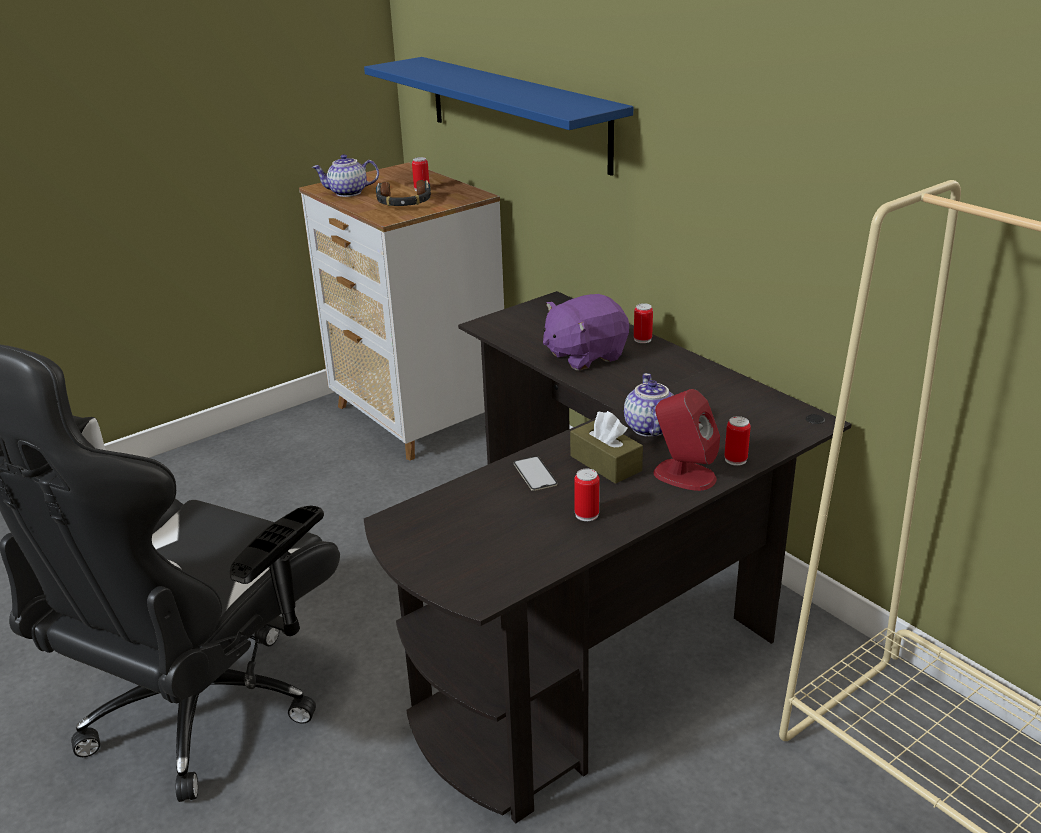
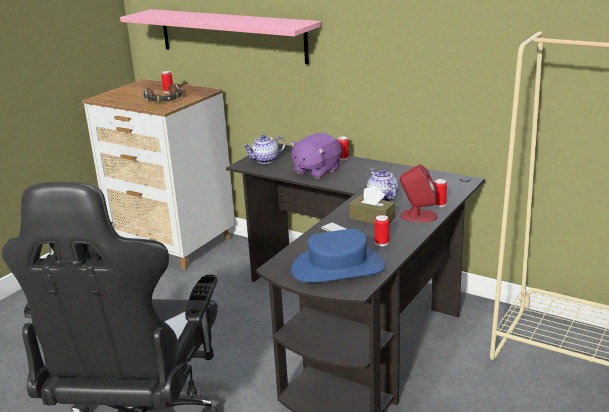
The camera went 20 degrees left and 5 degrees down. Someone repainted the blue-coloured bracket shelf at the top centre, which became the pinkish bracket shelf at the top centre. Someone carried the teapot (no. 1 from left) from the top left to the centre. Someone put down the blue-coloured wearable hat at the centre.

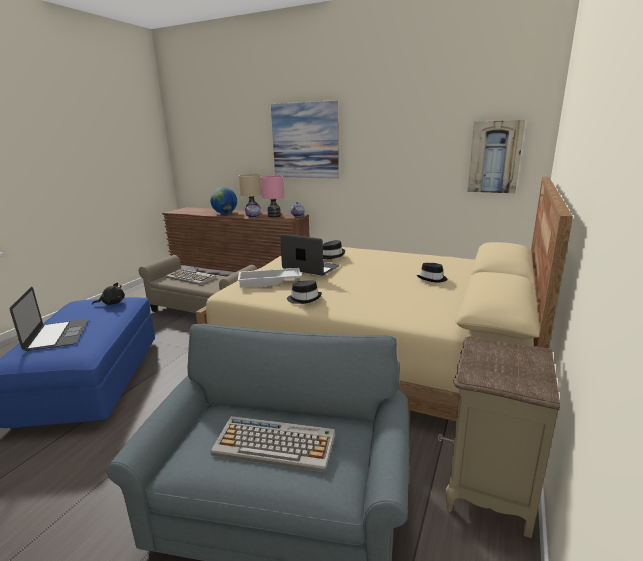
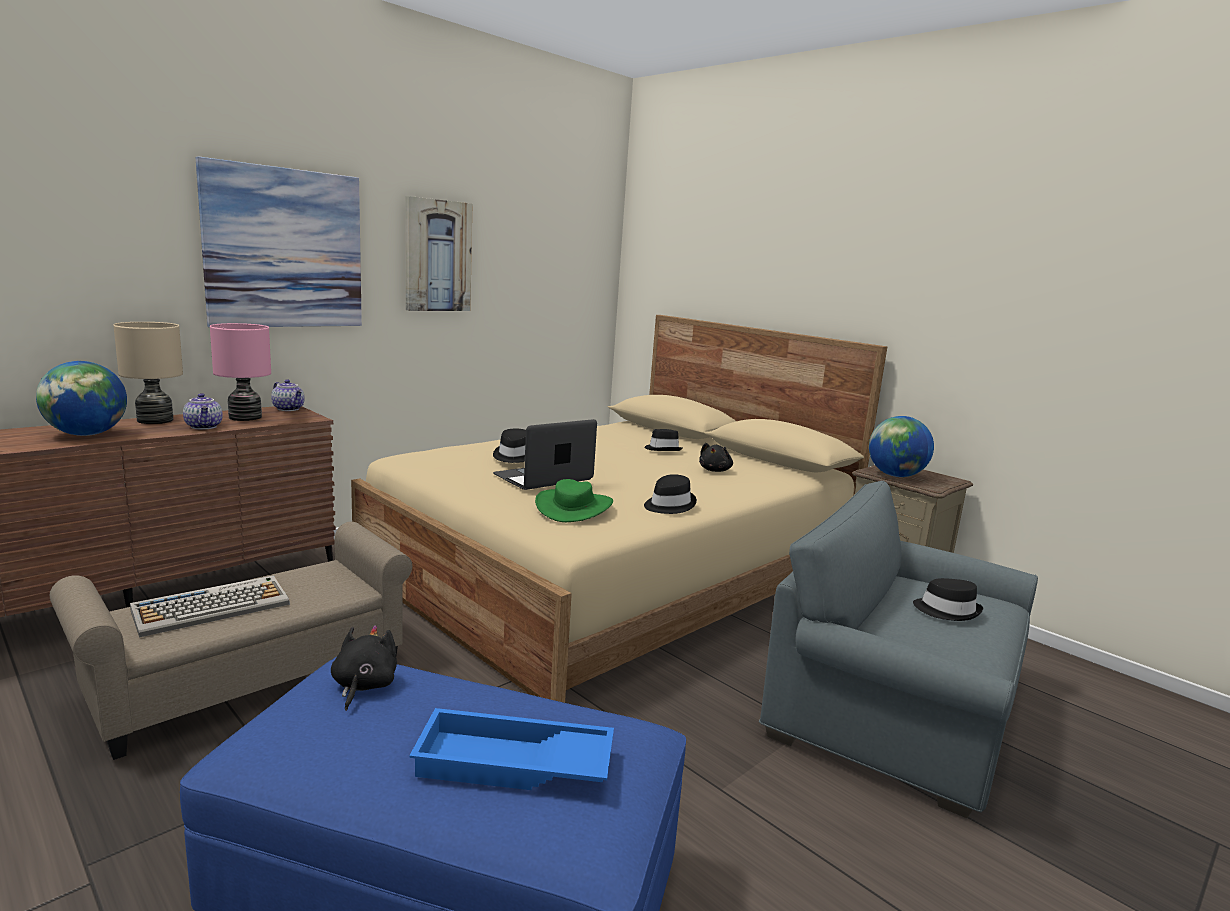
The camera went 70 degrees left and 5 degrees down. Someone carried the picture (no. 2 from left) from the top right to the top centre. Someone swapped the portable computer (no. 1 from left) at the middle left for the blue-coloured carrying tray at the bottom centre. Someone swapped the whitish carrying tray at the centre for the green wearable hat at the centre. Someone put down the blackish cuddly toy (no. 2 from left) at the centre. Someone put down the desk globe (no. 2 from left) at the middle right. Someone swapped the computer keyboard (no. 2 from left) at the bottom centre for the blackish wearable hat (no. 4 from left) at the middle right.

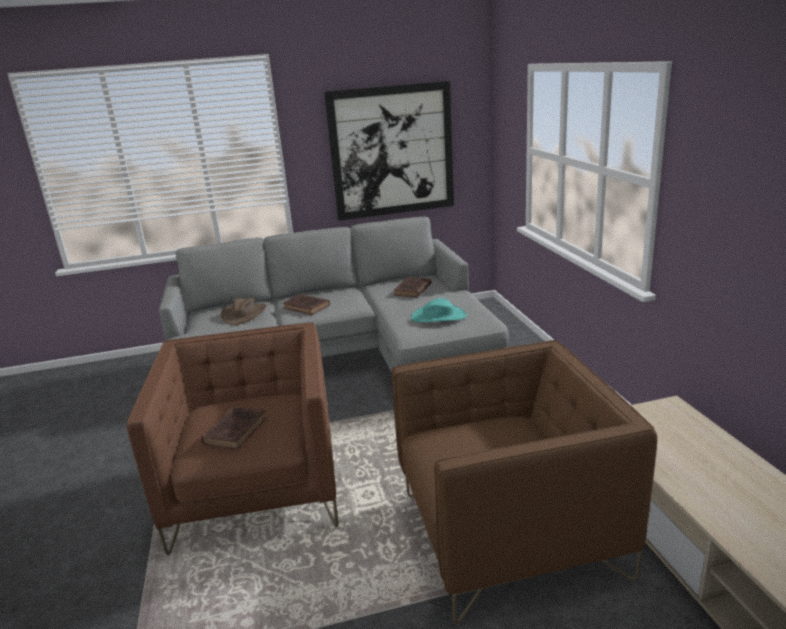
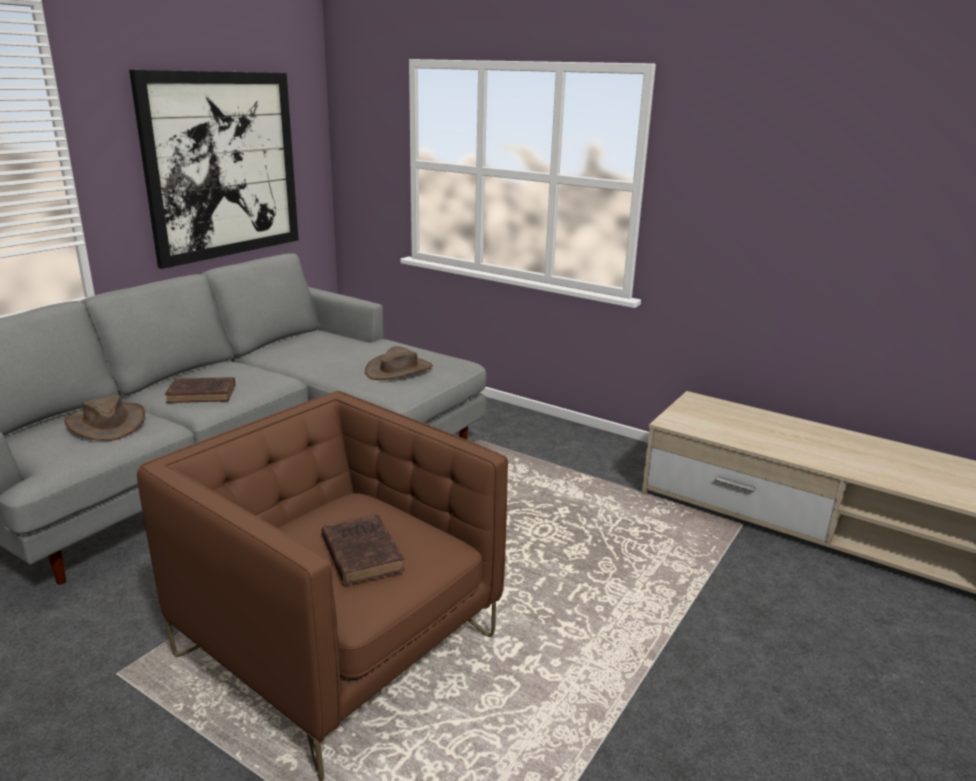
The camera went 45 degrees left and 0 degrees up. Someone repainted the turquoise-coloured wearable hat at the centre, which became the brown-coloured wearable hat (no. 2 from left) at the centre. Someone took away the brown-coloured easy chair (no. 2 from left) at the bottom right. Someone took away the brown-coloured book (no. 3 from left) at the centre.

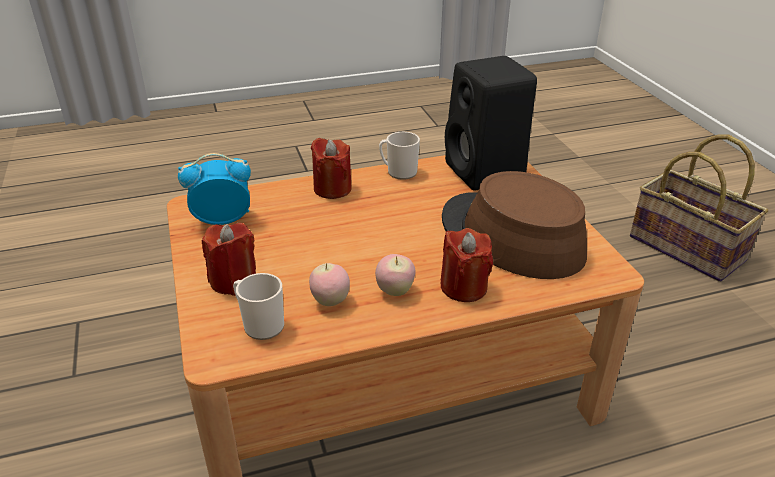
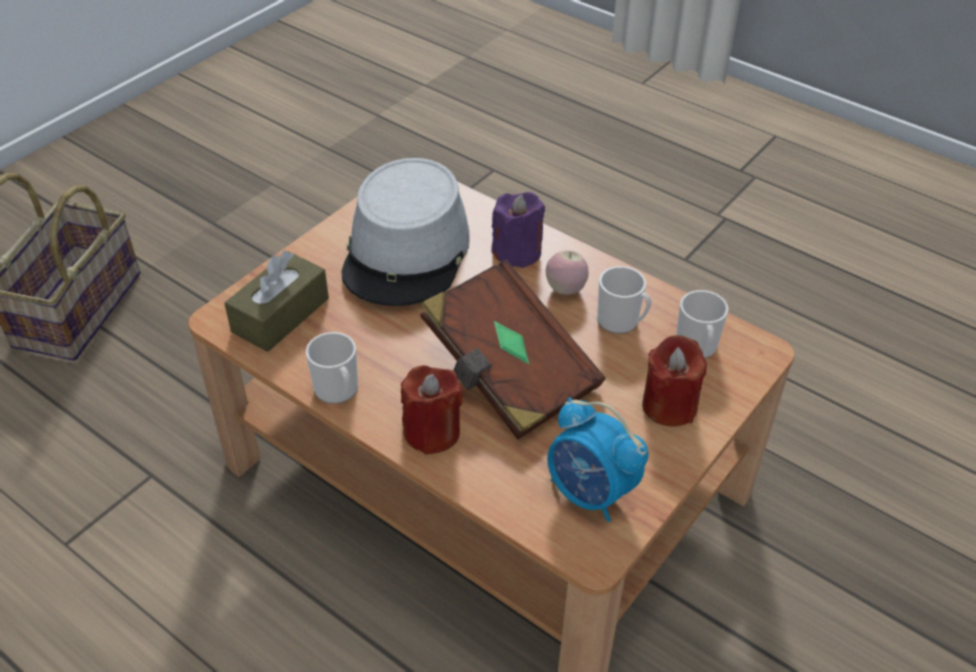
The camera went 125 degrees left and 10 degrees up. Someone swapped the blackish loudspeaker at the top centre for the brown-coloured tissue box at the middle left. Someone repainted the brown-coloured wearable hat at the centre, which became the grey wearable hat at the centre. Someone put down the brown-coloured book at the centre. Someone repainted the red wax candle (no. 3 from left) at the centre, which became the purplish wax candle at the centre. Someone swapped the apple (no. 1 from left) at the centre for the coffee mug (no. 2 from left) at the centre.

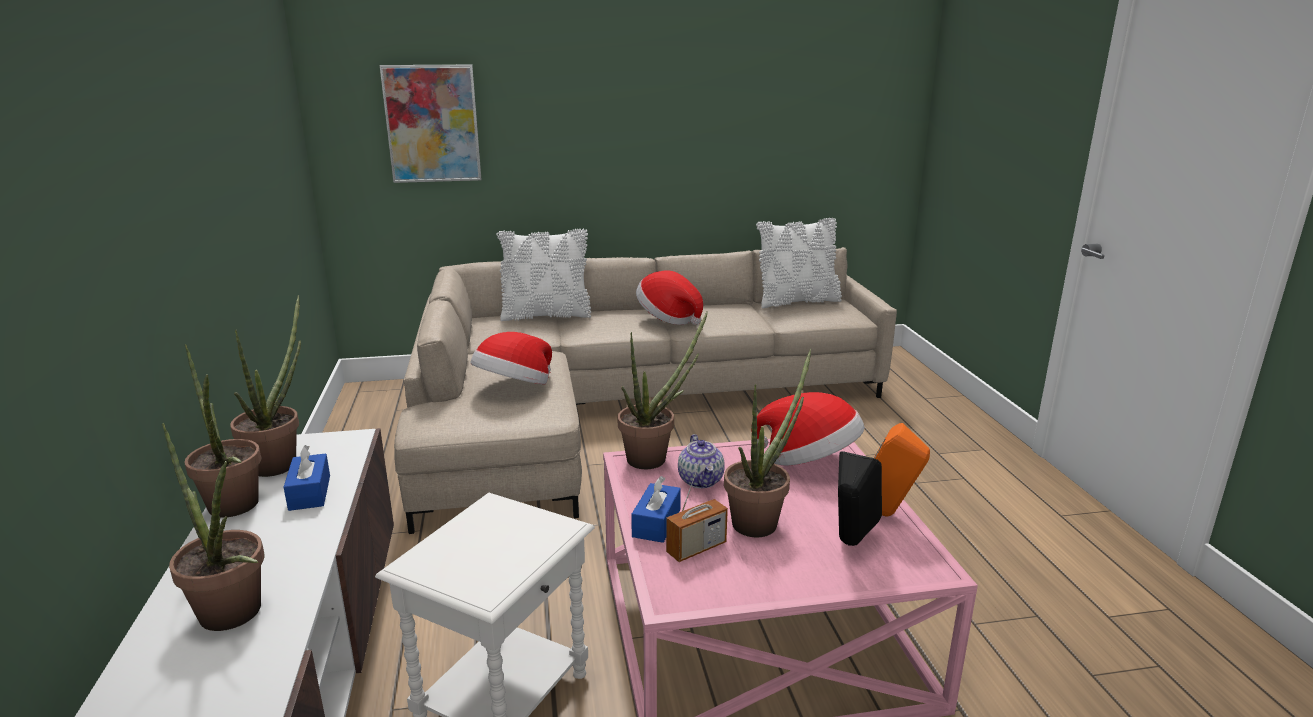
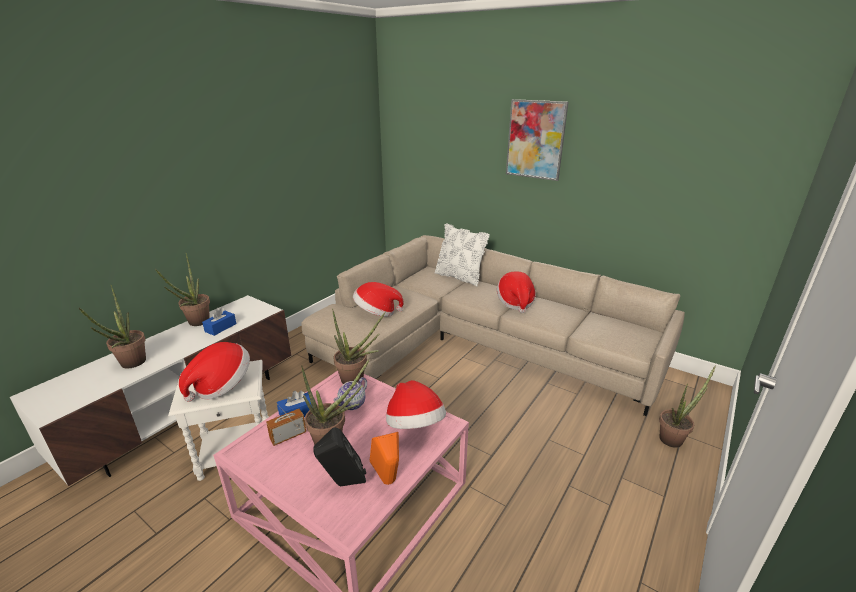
The camera went 45 degrees right and 5 degrees up. Someone put down the wearable hat (no. 1 from left) at the middle left. Someone rotated the radio at the bottom centre by 135 degrees clockwise. Someone carried the picture from the top left to the top centre. Someone carried the houseplant (no. 3 from left in the first image) from the middle left to the bottom right. Someone took away the whitish pillow (no. 2 from left) at the centre.

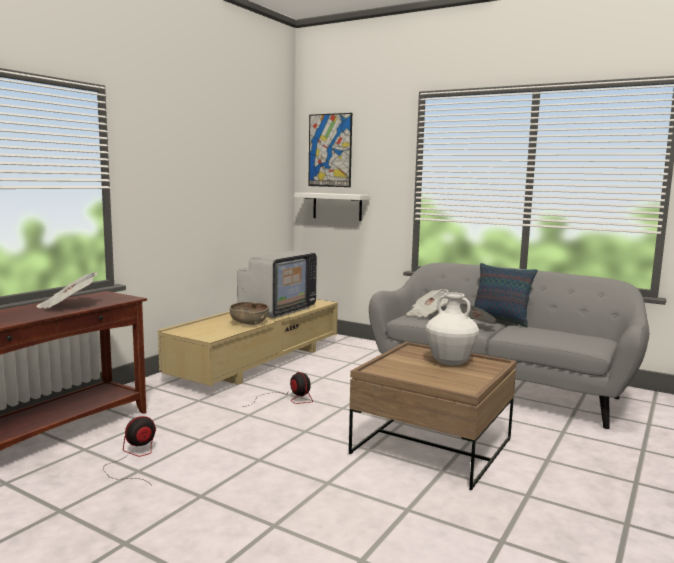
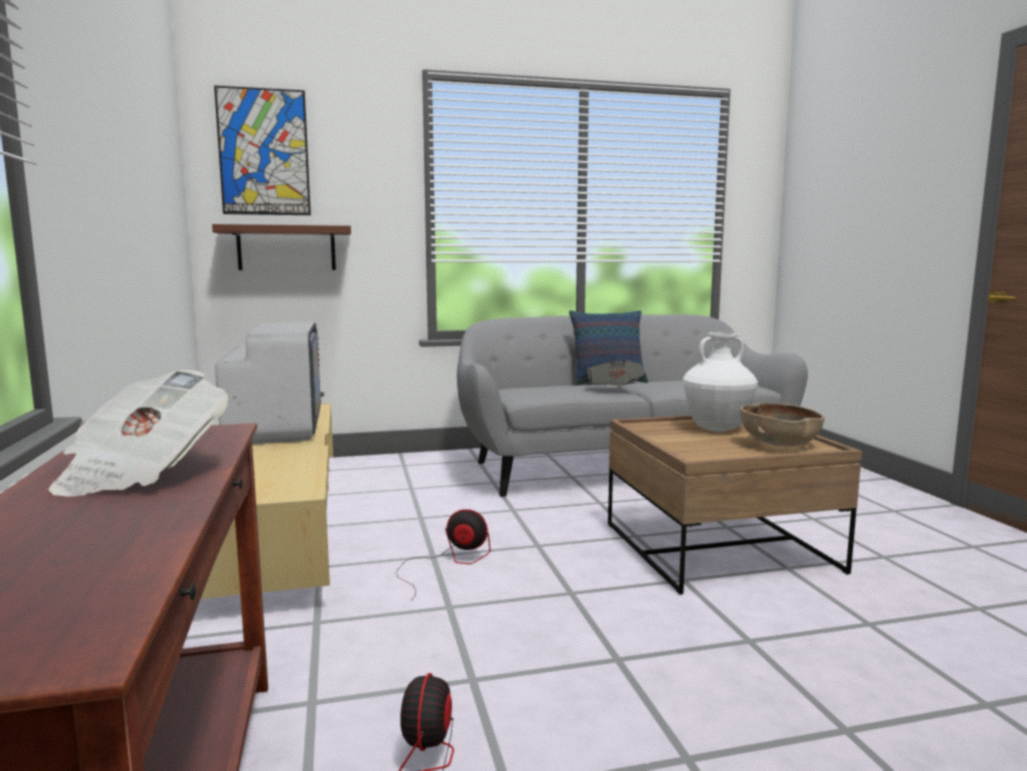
The camera went 45 degrees left and 0 degrees up. Someone repainted the whitish bracket shelf at the centre, which became the brown-coloured bracket shelf at the top left. Someone carried the brown-coloured serving bowl from the centre to the middle right. Someone took away the daily paper (no. 2 from left) at the centre.

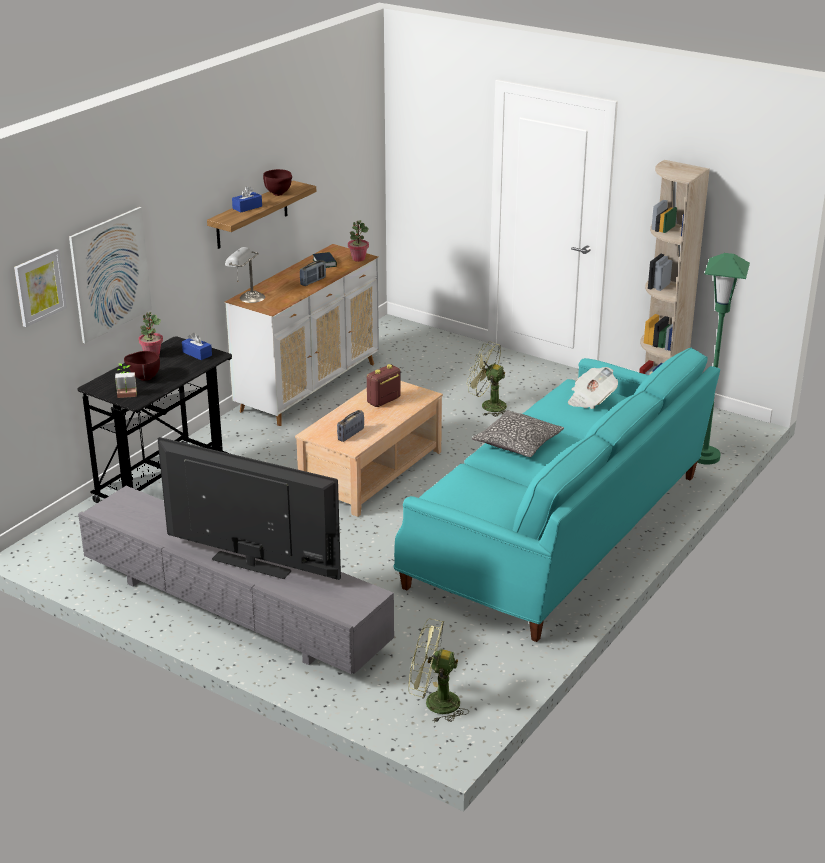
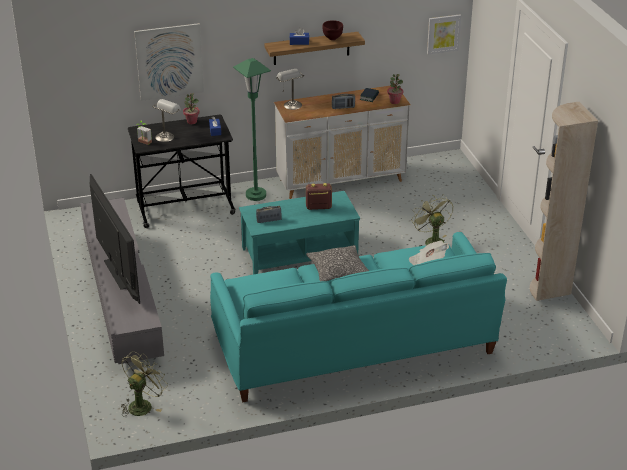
The camera went 40 degrees right and 5 degrees up. Someone rotated the green fan (no. 1 from left) at the bottom centre by 75 degrees clockwise. Someone swapped the brown-coloured serving bowl (no. 1 from left) at the middle left for the whitish lamp for a table (no. 1 from left) at the top left. Someone carried the green standard lamp from the middle right to the top centre. Someone repainted the beige coffee table at the centre, which became the turquoise-coloured coffee table at the centre. Someone carried the picture (no. 1 from left in the first image) from the middle left to the top right.

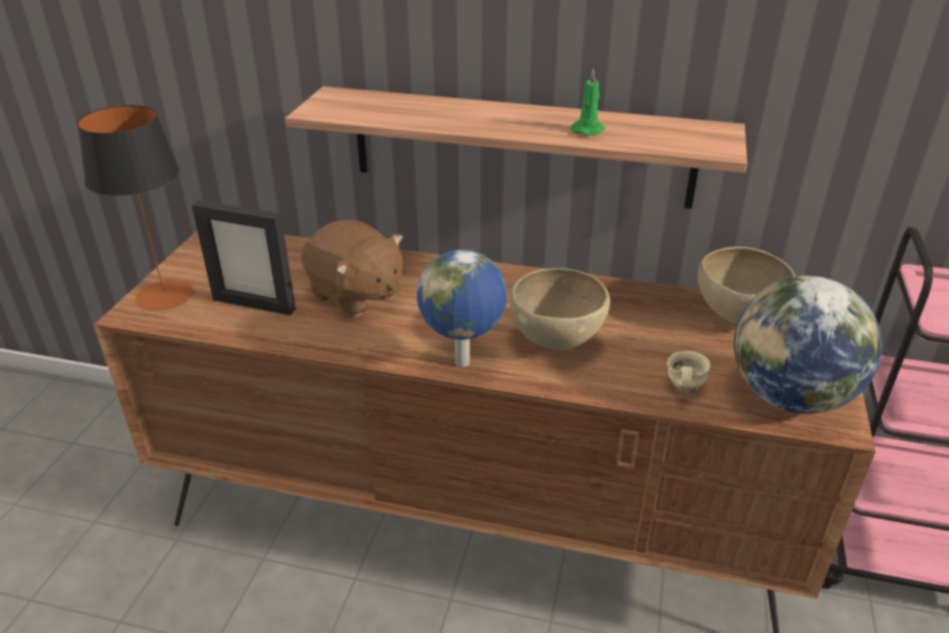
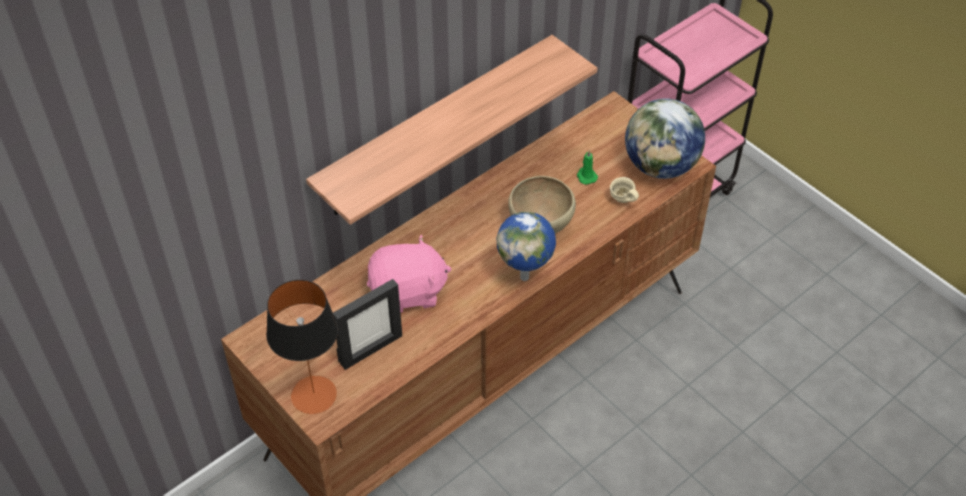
The camera went 55 degrees left and 15 degrees up. Someone repainted the brown-coloured cuddly toy at the centre, which became the pinkish cuddly toy at the centre. Someone carried the green wax candle from the top centre to the centre. Someone took away the brown-coloured serving bowl (no. 2 from left) at the middle right.

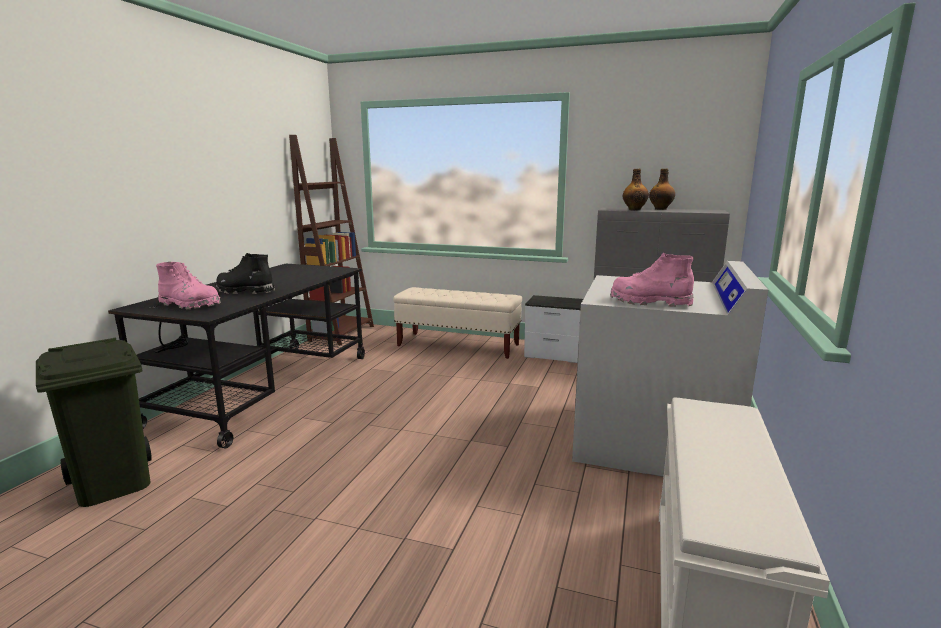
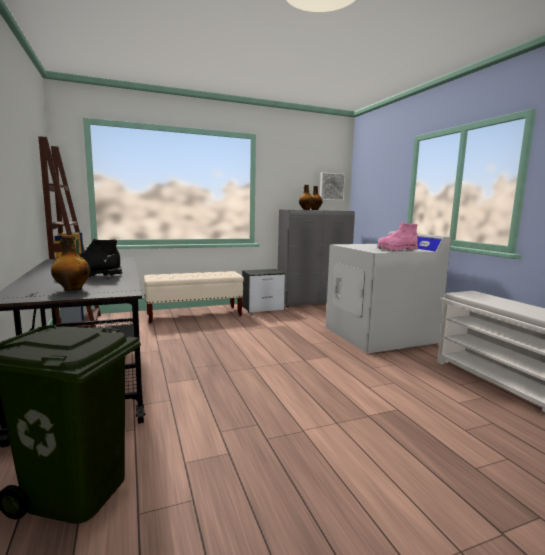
The camera went 40 degrees left and 5 degrees down. Someone swapped the pinkish tall boot (no. 1 from left) at the middle left for the bottle (no. 1 from left) at the middle left. Someone put up the picture at the centre.

